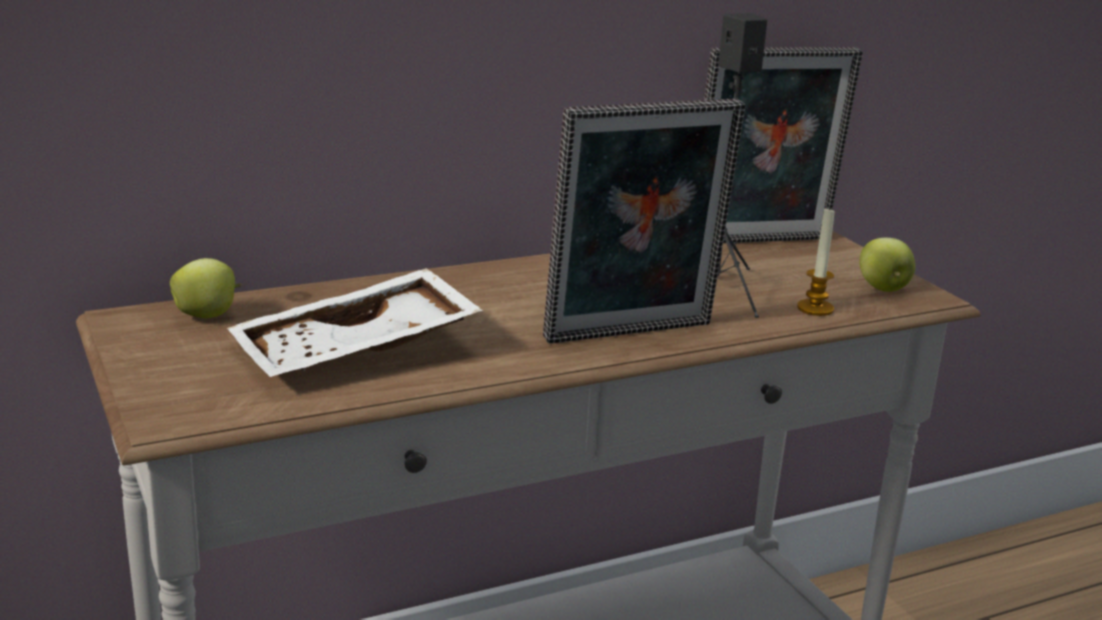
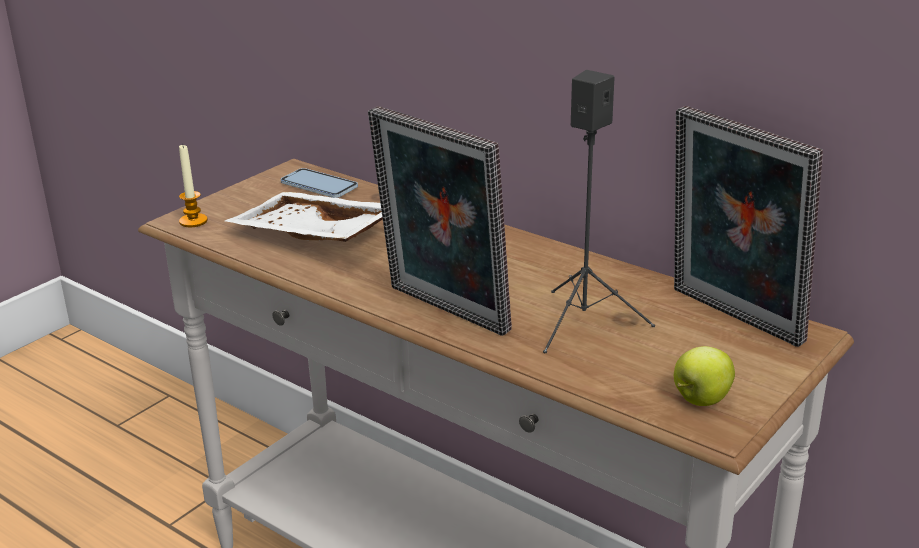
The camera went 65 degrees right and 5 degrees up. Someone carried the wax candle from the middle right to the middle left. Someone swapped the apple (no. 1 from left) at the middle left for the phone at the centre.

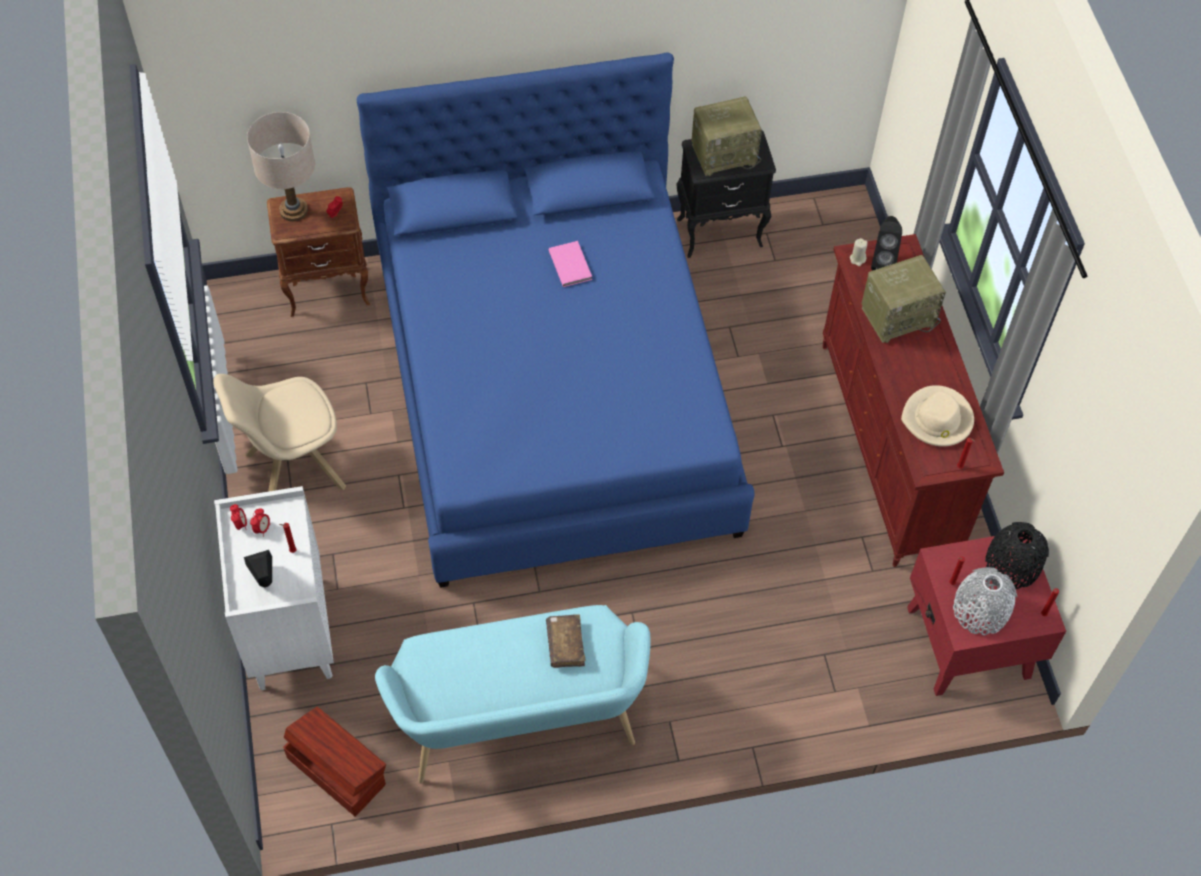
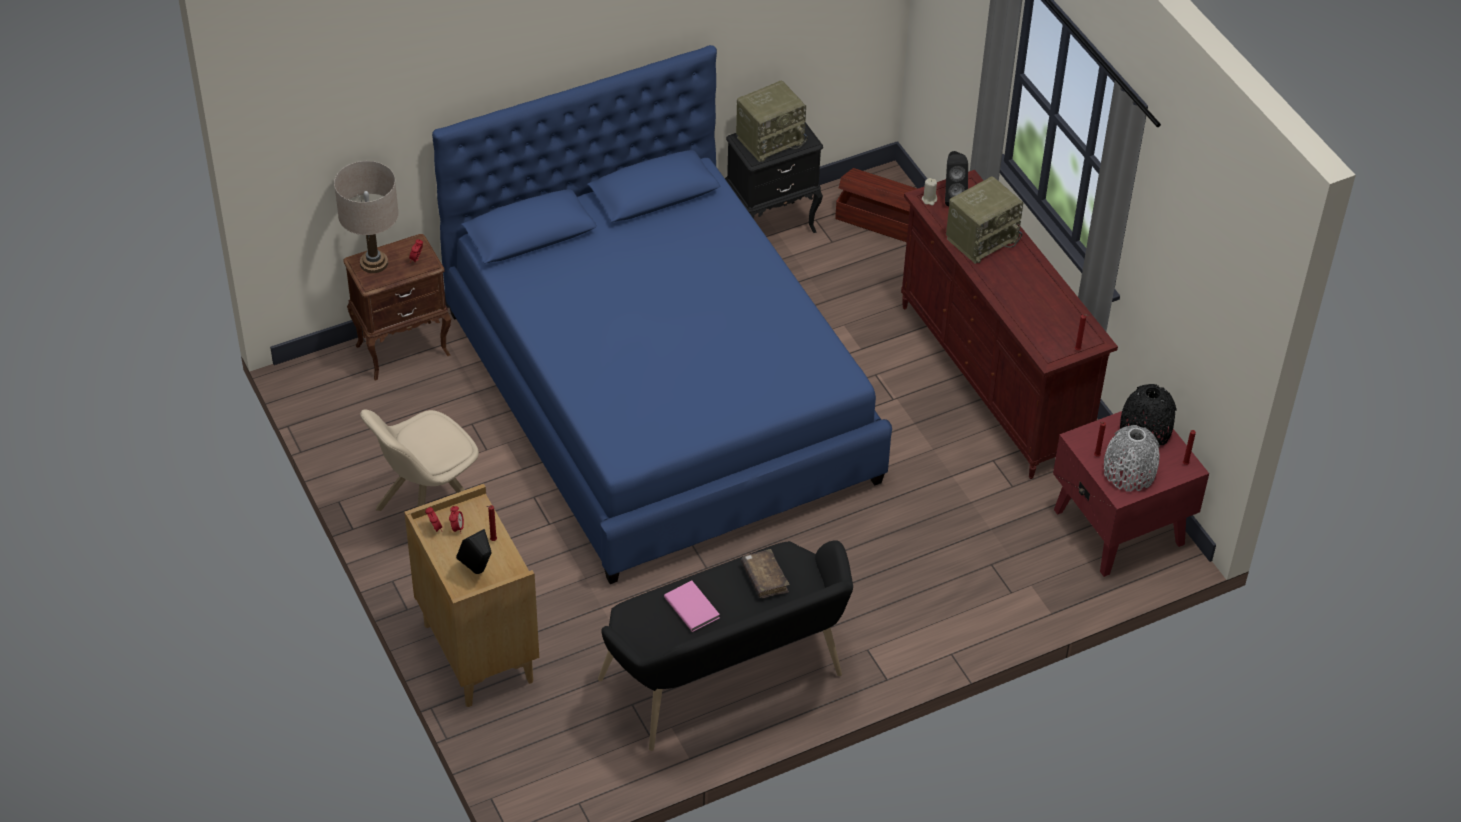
The camera went 15 degrees left and 10 degrees down. Someone repainted the whitish cupboard at the bottom left, which became the brown-coloured cupboard at the bottom left. Someone repainted the turquoise-coloured indoor bench at the bottom centre, which became the blackish indoor bench at the bottom centre. Someone carried the pinkish book from the top centre to the bottom centre. Someone carried the brown-coloured storage bin from the bottom left to the top centre. Someone took away the beige wearable hat at the middle right.

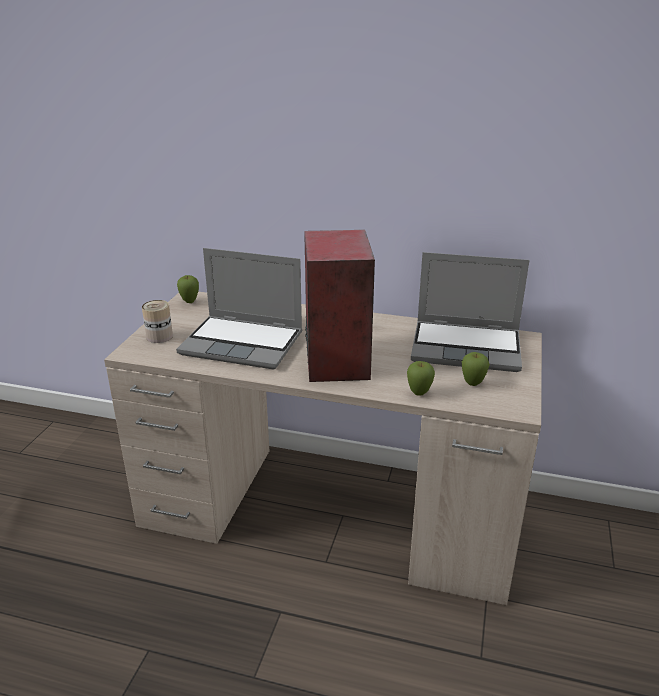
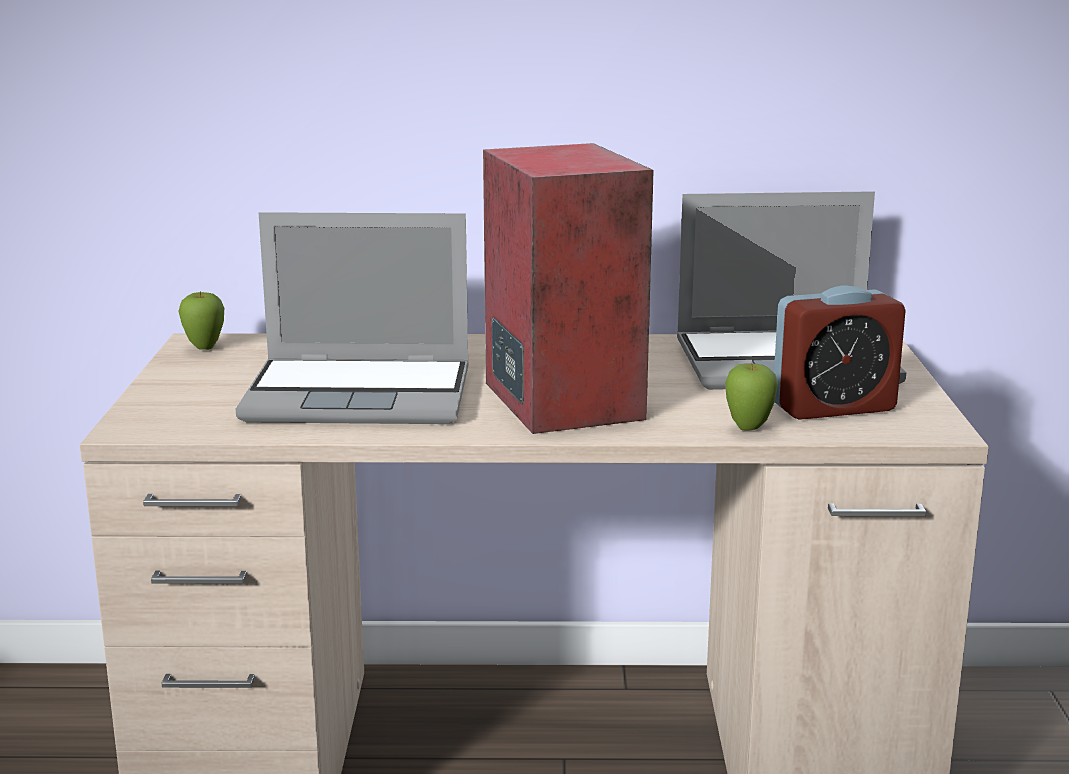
The camera went 15 degrees left and 10 degrees down. Someone swapped the apple (no. 3 from left) at the middle right for the alarm clock at the middle right. Someone took away the can at the middle left.

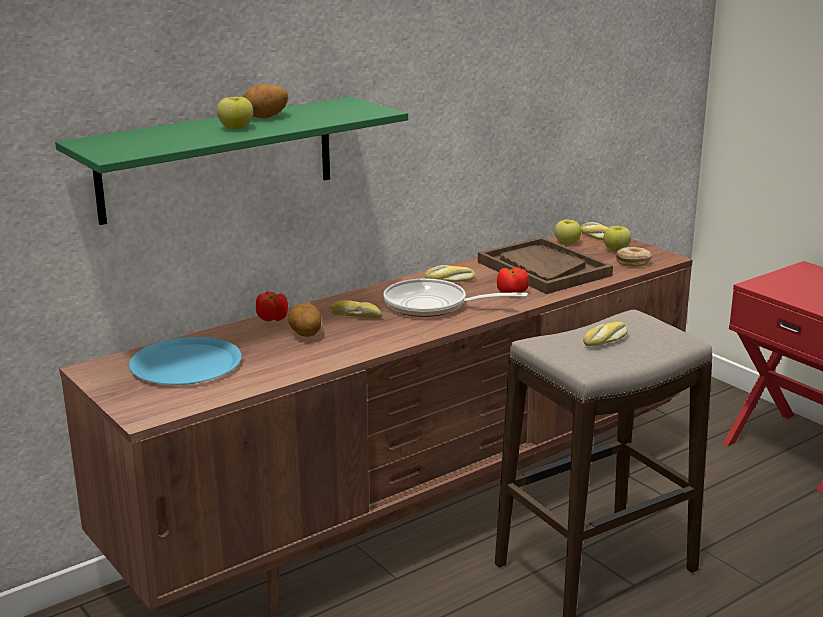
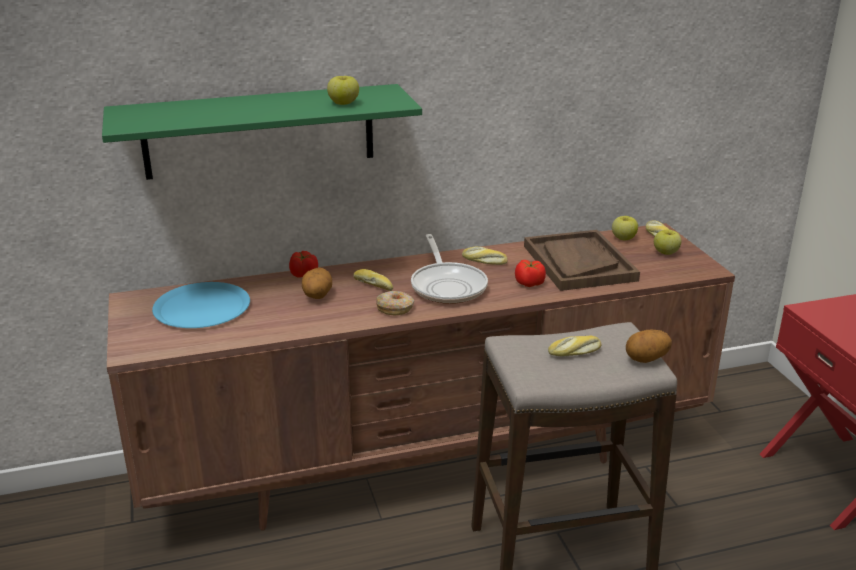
The camera went 20 degrees right and 5 degrees up. Someone carried the apple (no. 1 from left) from the top left to the top centre. Someone carried the donut from the middle right to the centre. Someone rotated the skillet at the centre by 135 degrees counterclockwise. Someone carried the spud (no. 1 from left in the first image) from the top left to the middle right.

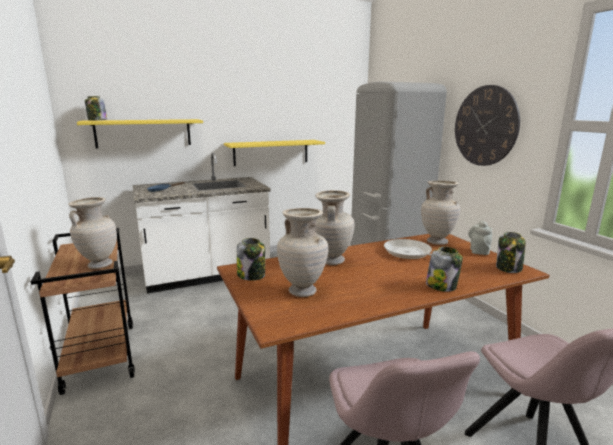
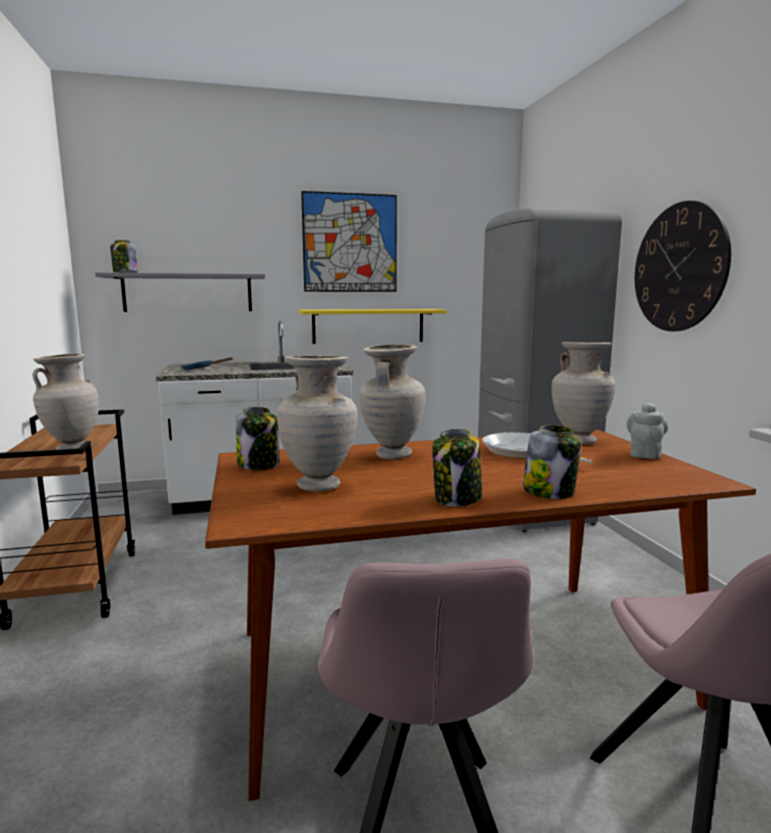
The camera went 10 degrees right and 5 degrees down. Someone repainted the yellowish bracket shelf (no. 1 from left) at the top left, which became the grey bracket shelf at the middle left. Someone put up the picture at the top centre. Someone carried the preserve jar (no. 4 from left in the first image) from the middle right to the centre.

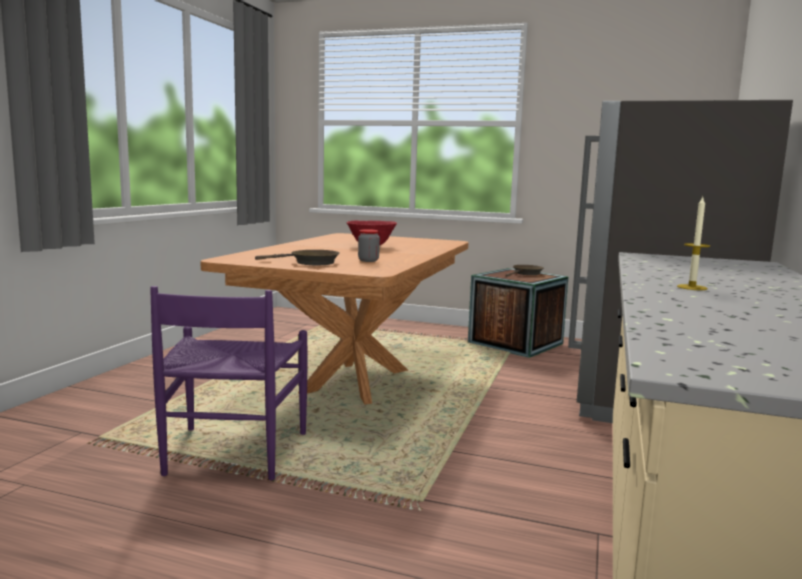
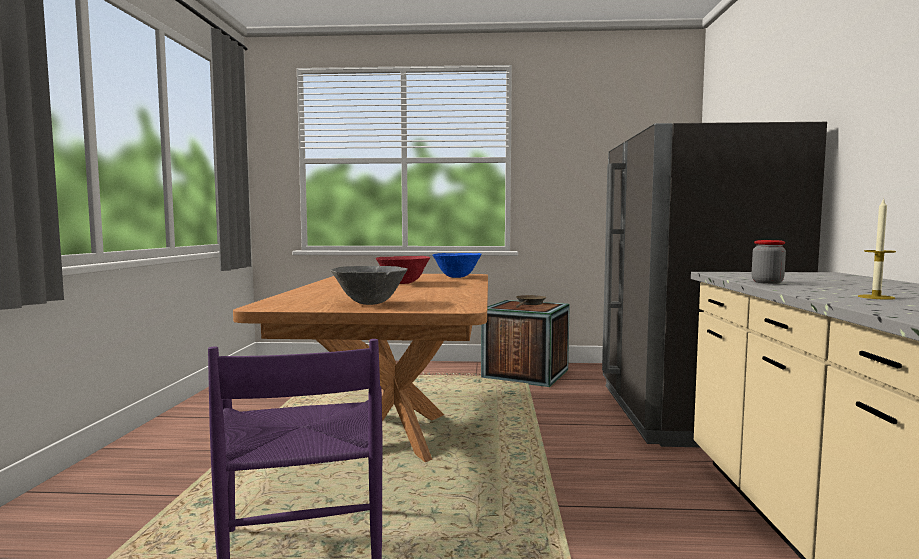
The camera went 15 degrees left and 5 degrees down. Someone swapped the brown-coloured skillet (no. 1 from left) at the centre for the grey serving bowl at the centre. Someone put down the blue-coloured serving bowl at the centre. Someone carried the preserve jar from the centre to the middle right.

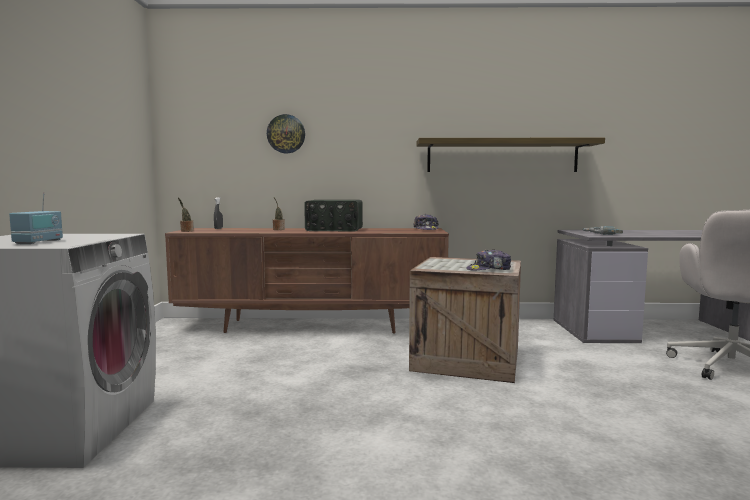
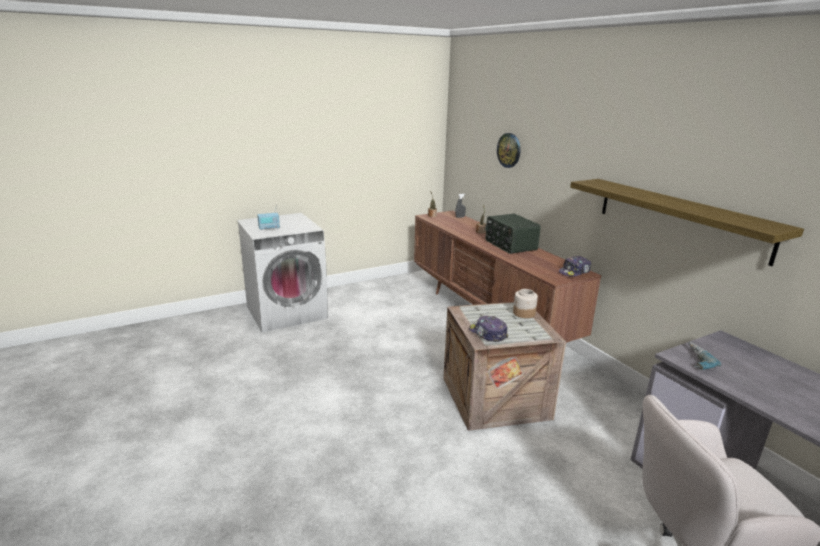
The camera went 60 degrees right and 15 degrees up. Someone put down the preserve jar at the centre.

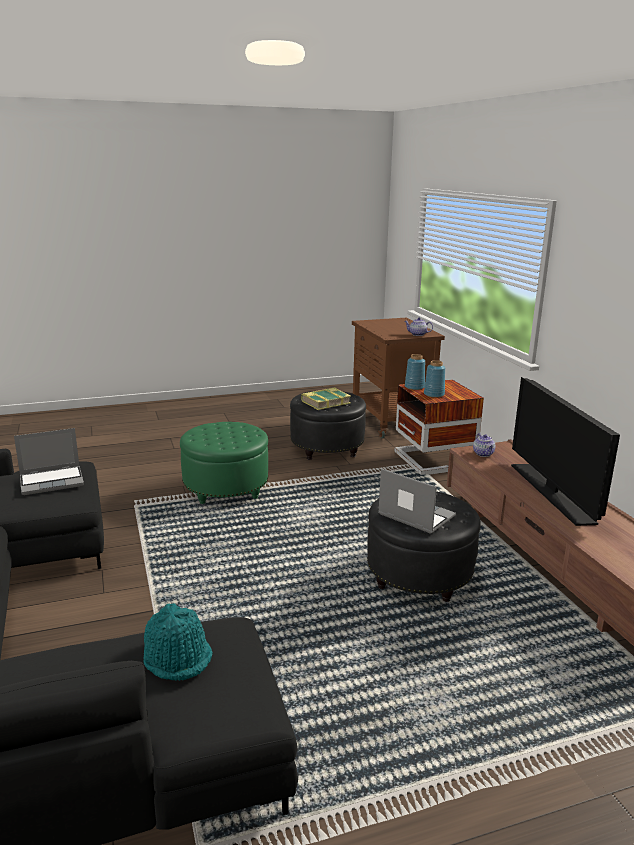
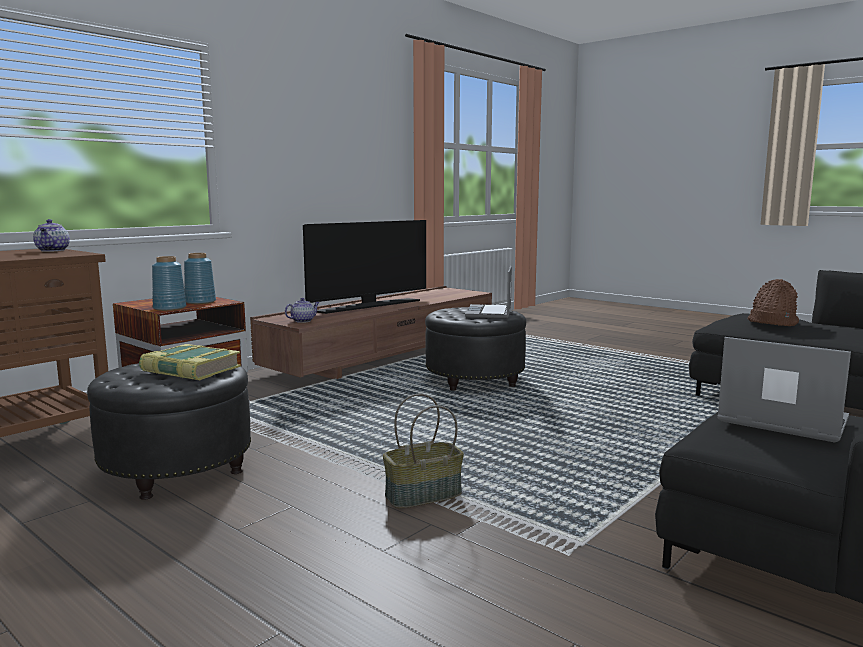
The camera went 120 degrees left and 10 degrees down. Someone swapped the green pouffe at the centre for the storage basket at the bottom centre. Someone repainted the turquoise-coloured wearable hat at the bottom left, which became the brown-coloured wearable hat at the middle right.

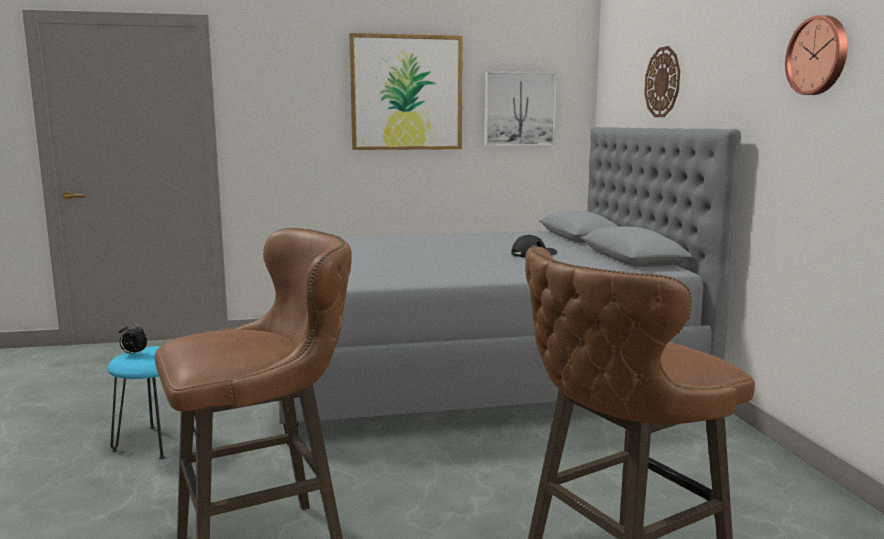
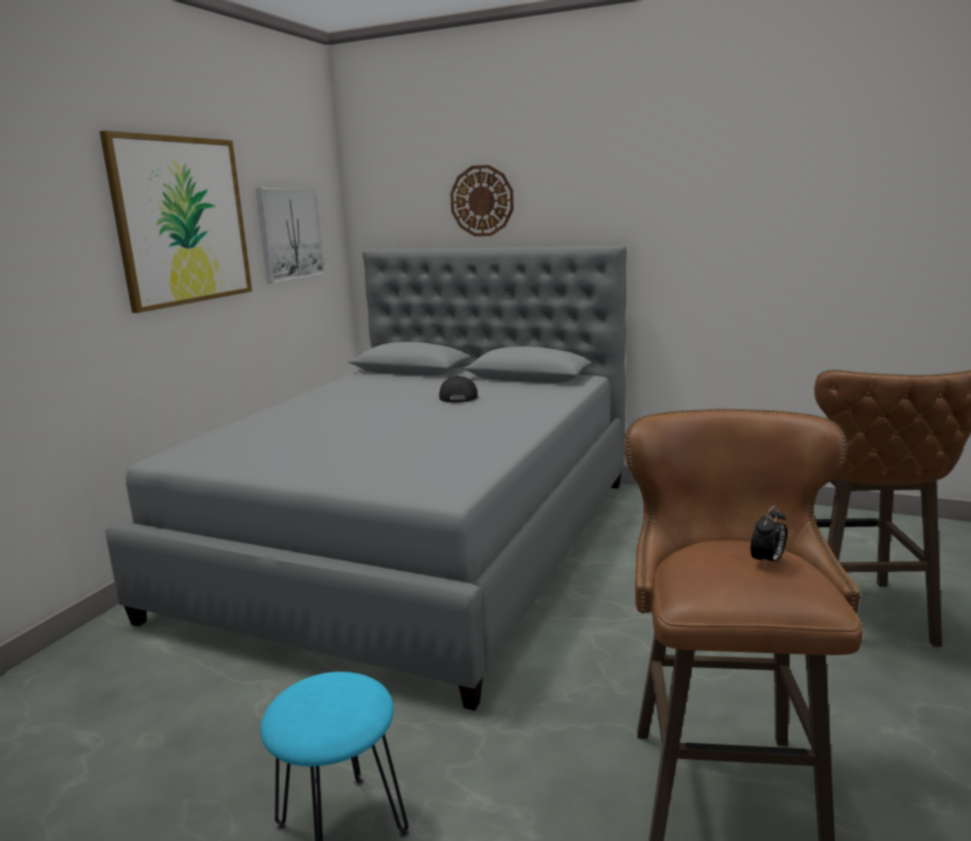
The camera went 55 degrees left and 5 degrees up. Someone carried the alarm clock from the middle left to the middle right. Someone took away the clock on the wall (no. 2 from left) at the top right.

